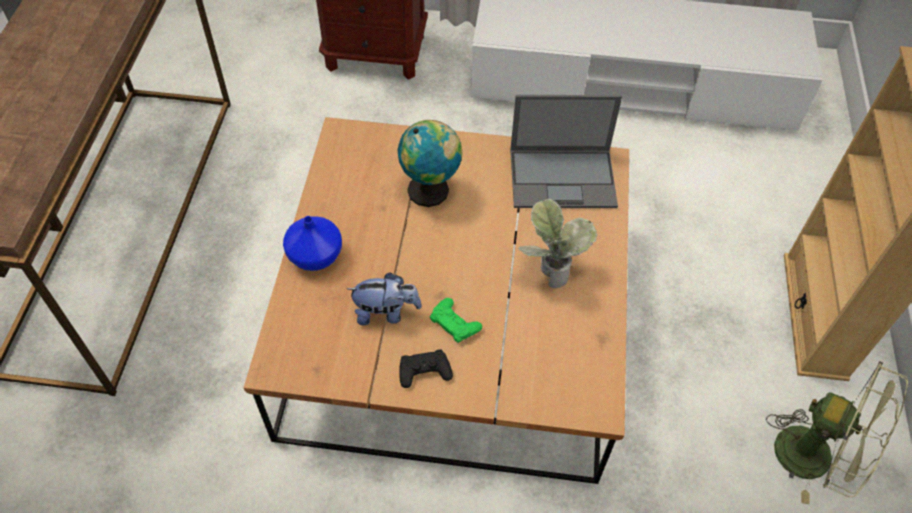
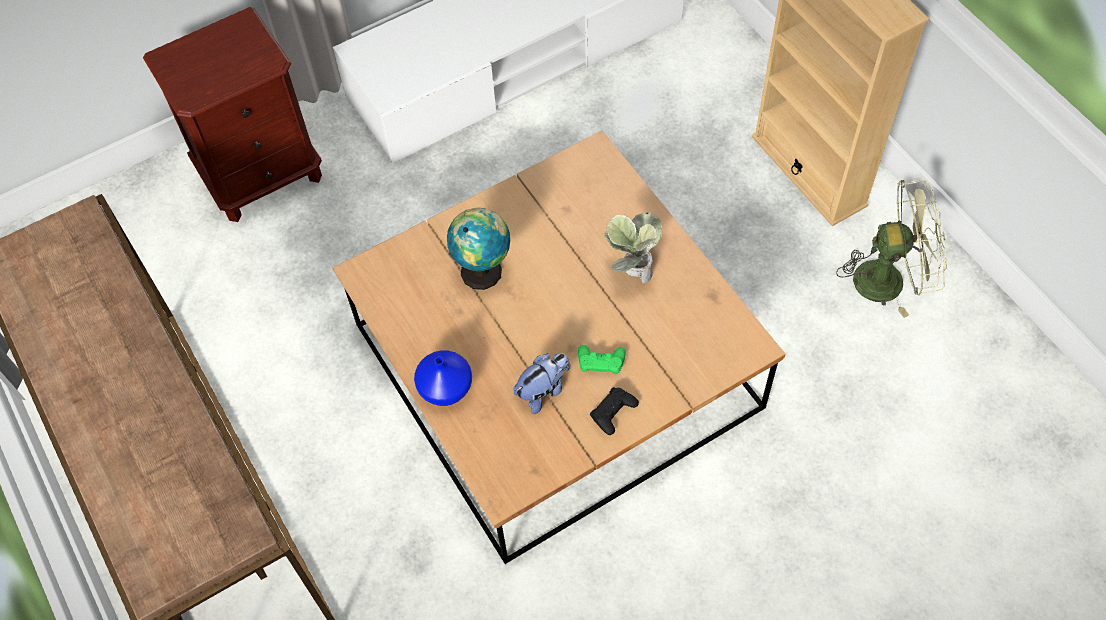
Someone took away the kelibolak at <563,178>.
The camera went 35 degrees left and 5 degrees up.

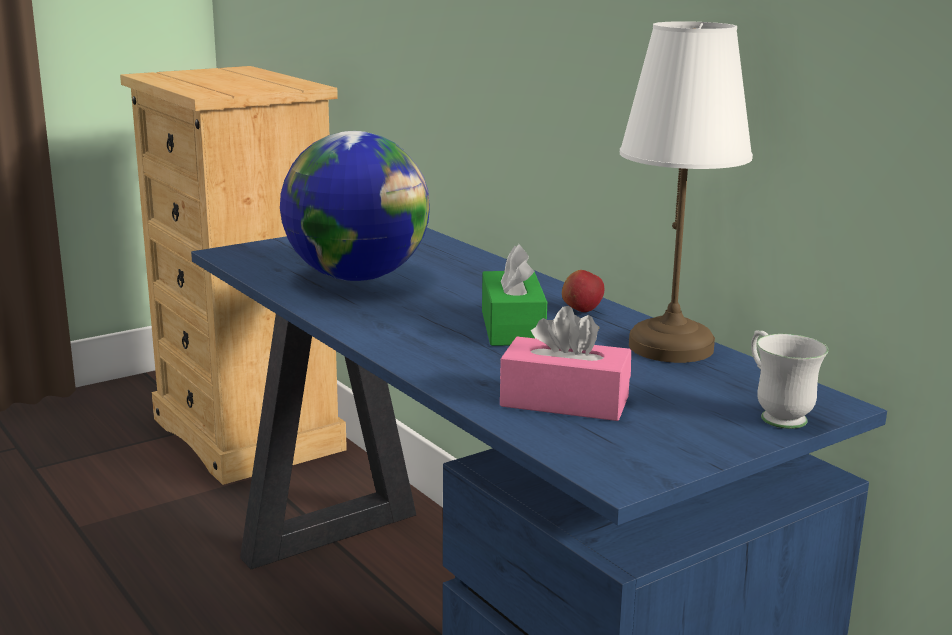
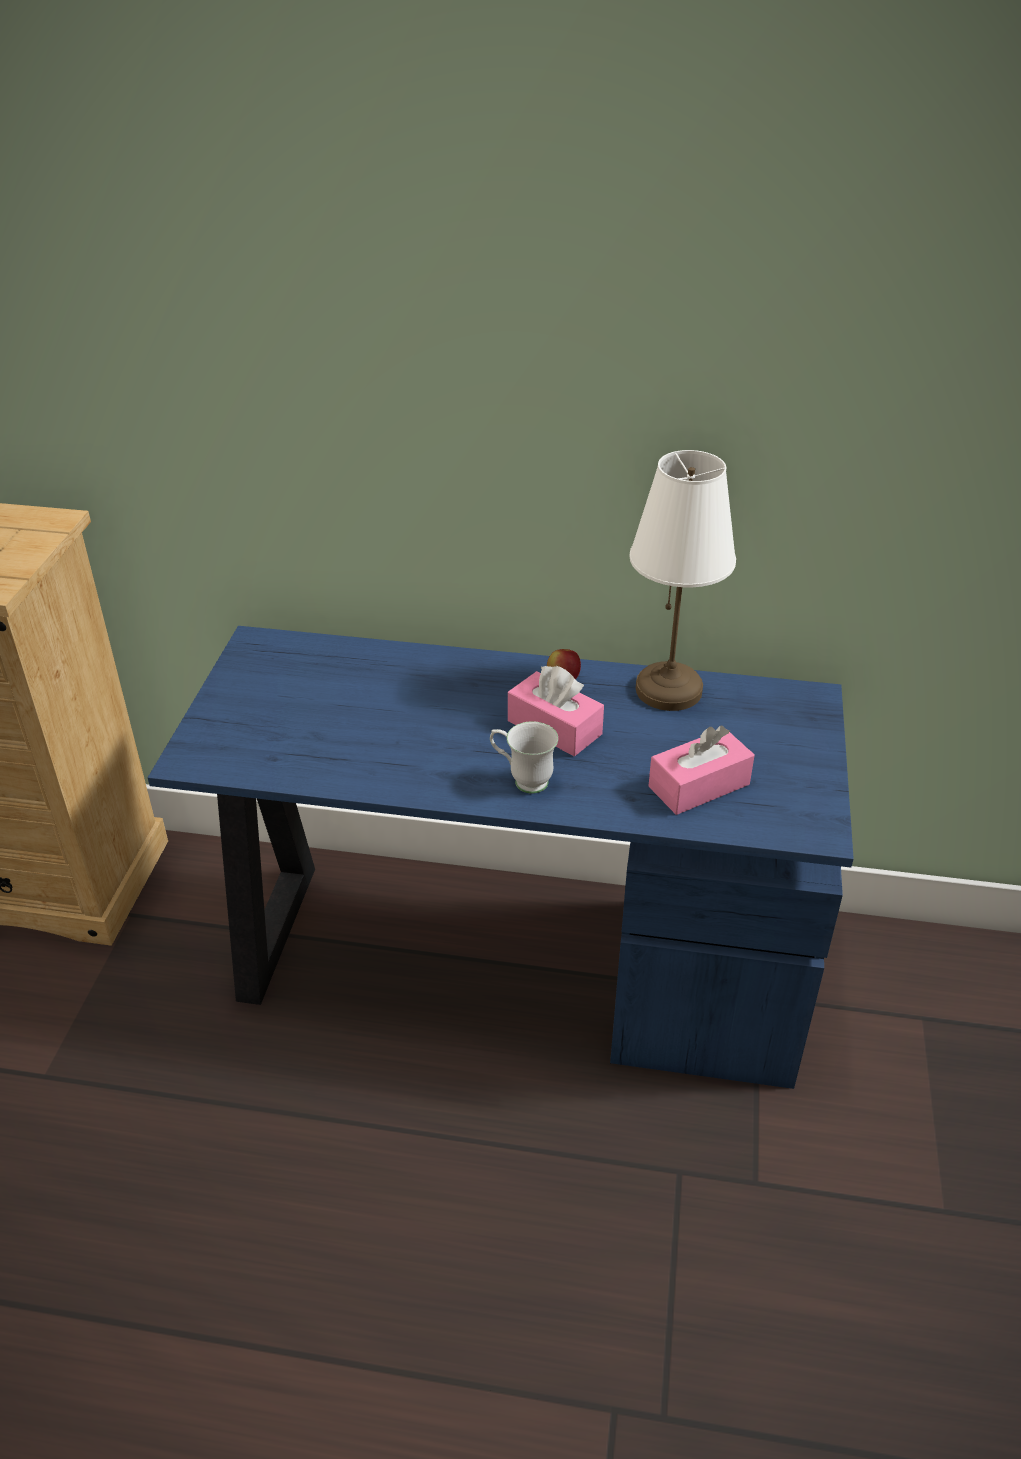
Someone took away the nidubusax at <357,277>.
Someone repainted the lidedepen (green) at <512,327>, which became the lidedepen (pink) at <554,727>.
Someone carried the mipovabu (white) from <775,414> to <522,780>.
The camera went 45 degrees left and 20 degrees up.

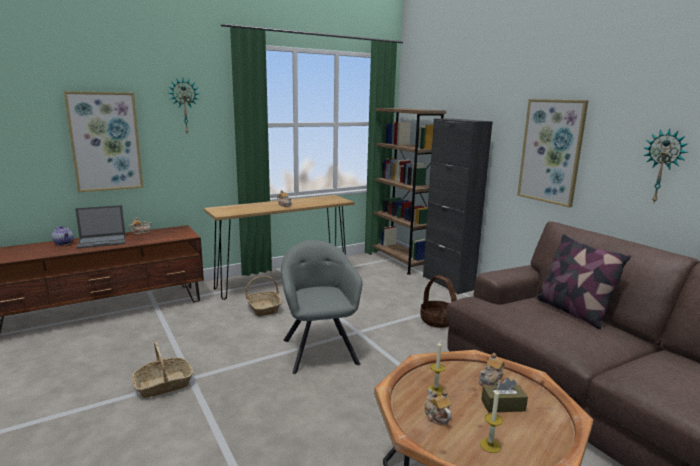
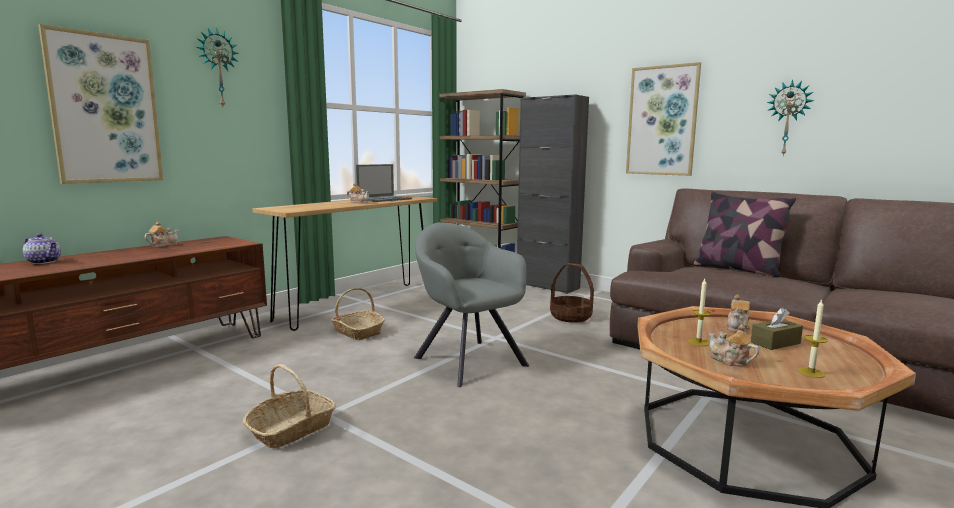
Someone carried the kelibolak from <103,241> to <385,199>.
The camera went 20 degrees left and 5 degrees down.

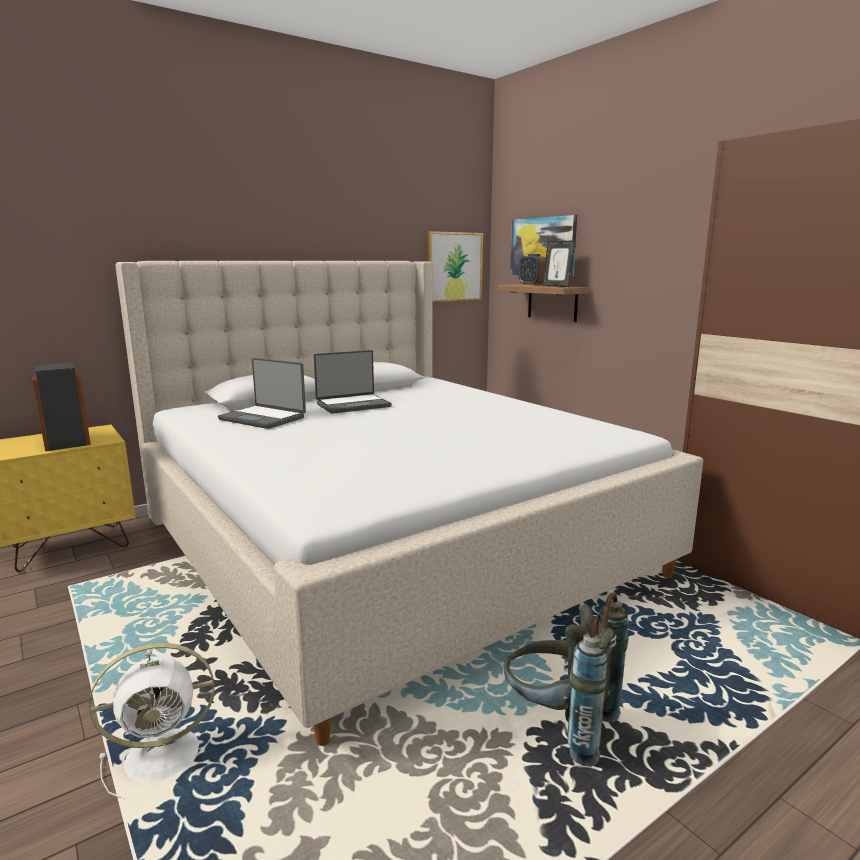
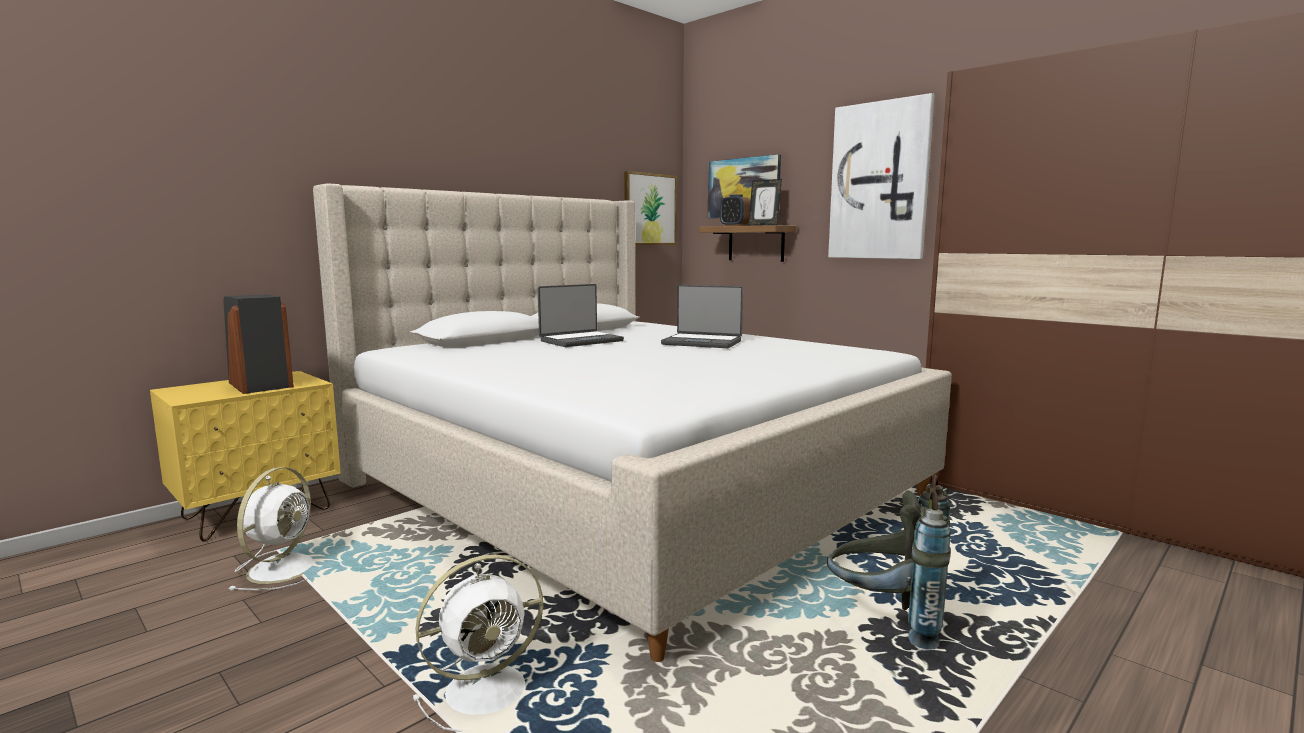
Someone carried the kelibolak from <263,418> to <702,342>.
Someone put down the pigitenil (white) at <284,567>.
Someone put up the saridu at <879,181>.
The camera went 10 degrees left and 5 degrees down.

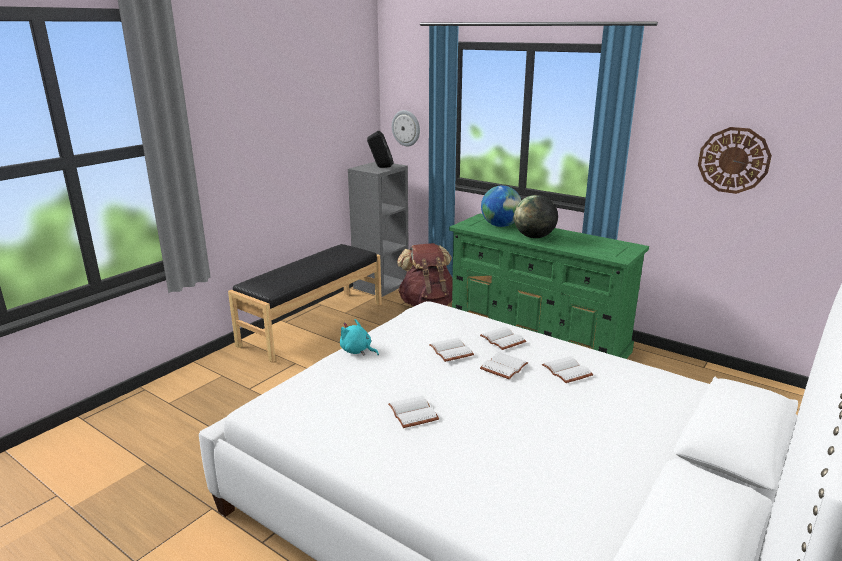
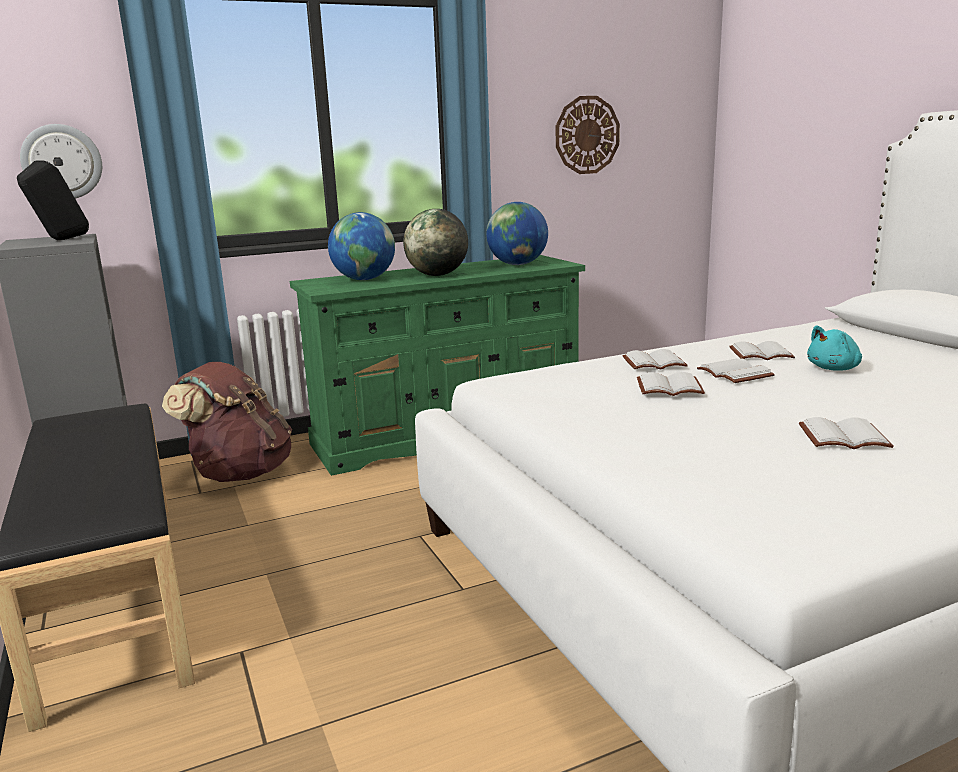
Someone carried the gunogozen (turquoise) from <357,351> to <835,369>.
Someone put down the nidubusax at <517,264>.
The camera went 60 degrees left and 5 degrees down.

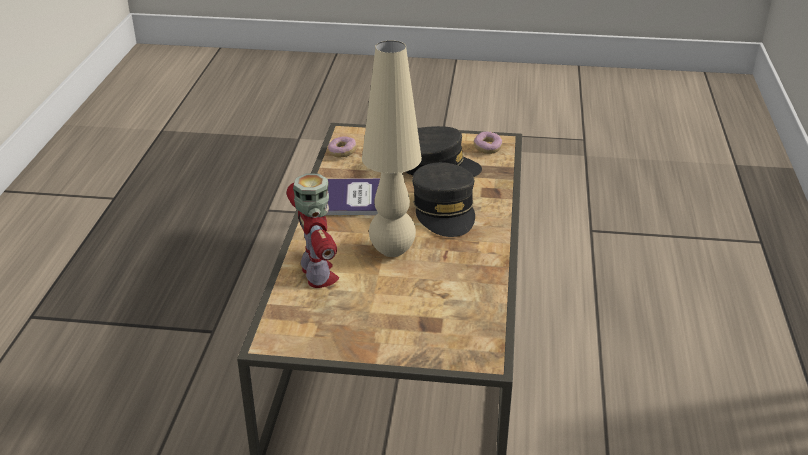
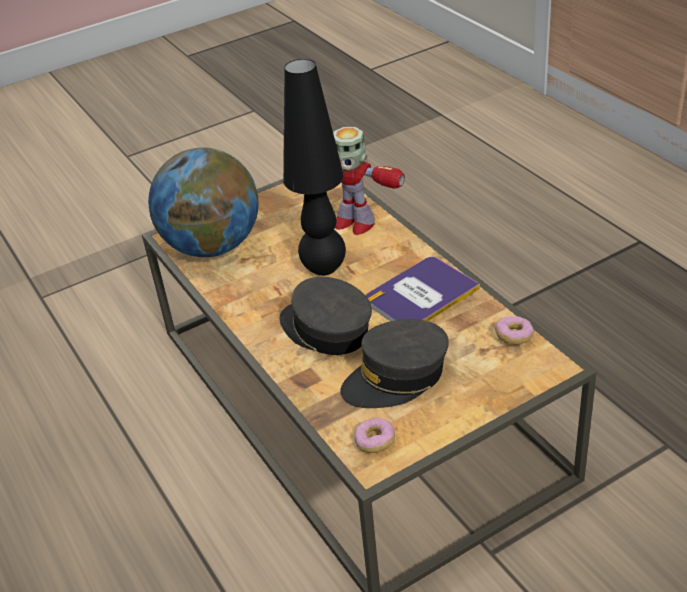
Someone repainted the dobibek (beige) at <392,251>, which became the dobibek (black) at <324,269>.
Someone put down the nidubusax at <212,246>.
The camera went 145 degrees right and 5 degrees up.

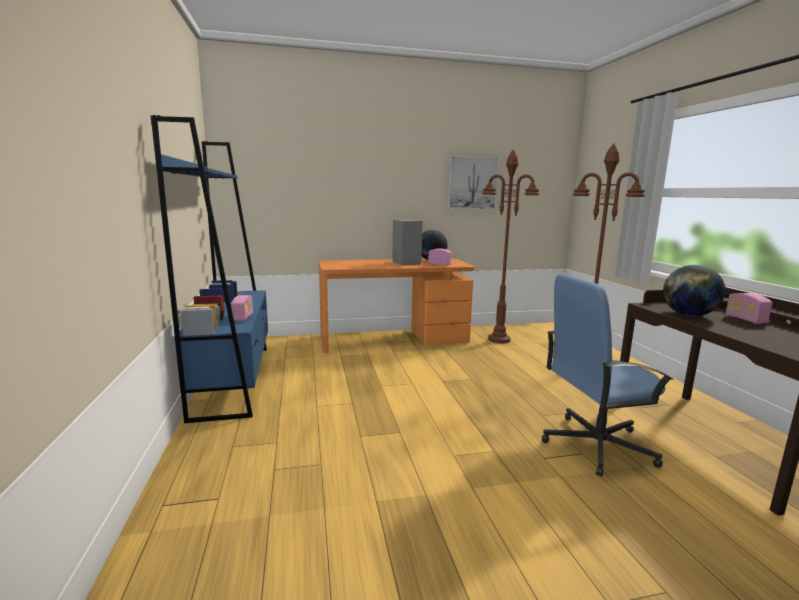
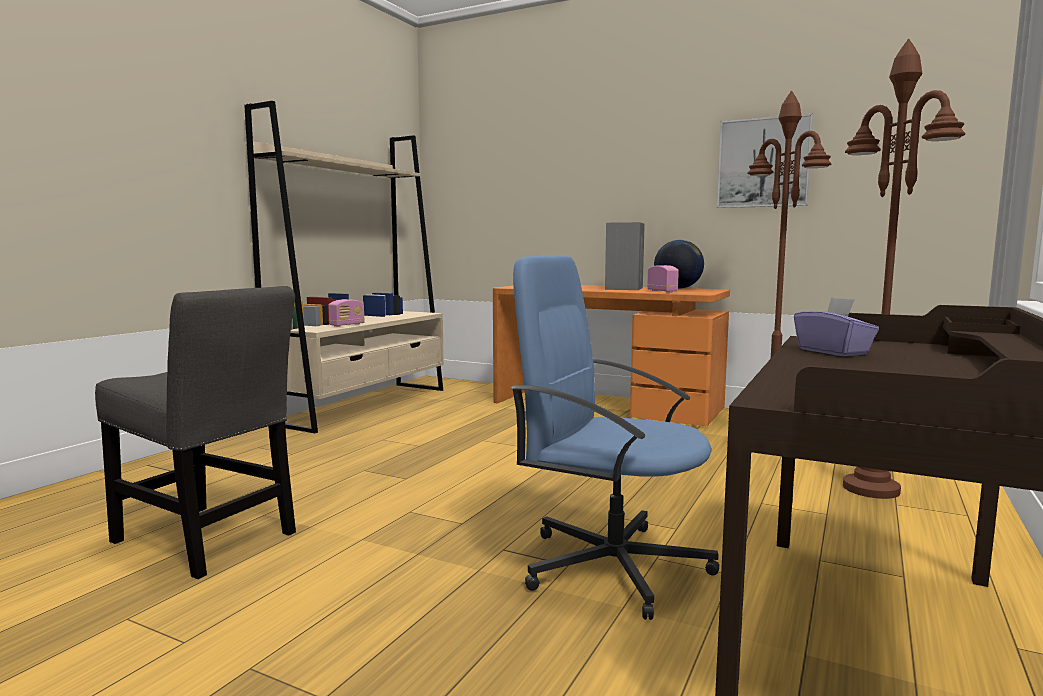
Someone repainted the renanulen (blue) at <233,379>, which became the renanulen (beige) at <363,405>.
Someone swapped the nidubusax at <688,315> for the lidedepen (purple) at <833,351>.
Someone took away the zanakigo at <745,319>.
Someone put down the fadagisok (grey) at <208,540>.
The camera went 40 degrees right and 5 degrees down.

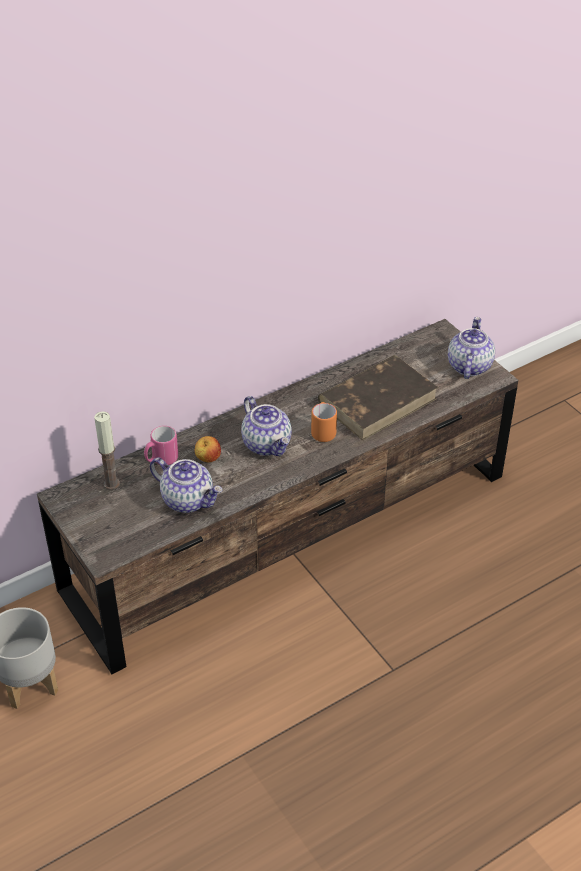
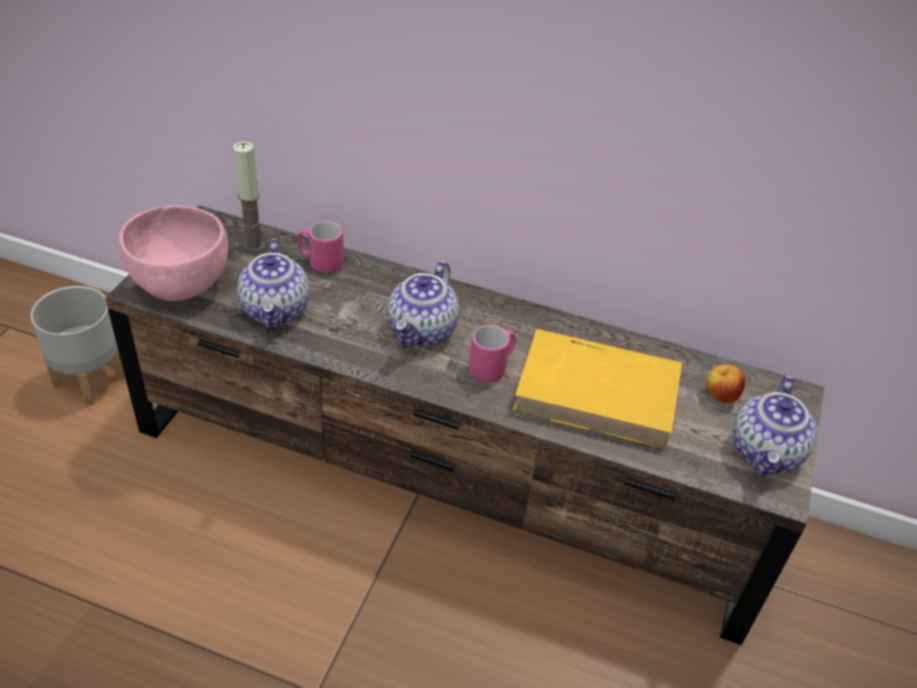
Someone carried the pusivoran from <208,459> to <720,396>.
Someone repainted the mipovabu (orange) at <323,431>, which became the mipovabu (pink) at <492,368>.
Someone repainted the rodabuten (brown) at <378,400>, which became the rodabuten (yellow) at <599,393>.
Someone rotated the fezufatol at <468,366> by 135 degrees clockwise.
Someone put down the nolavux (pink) at <180,286>.
The camera went 50 degrees right and 0 degrees up.

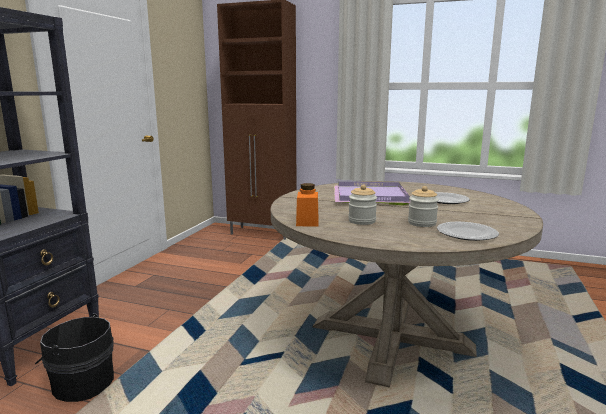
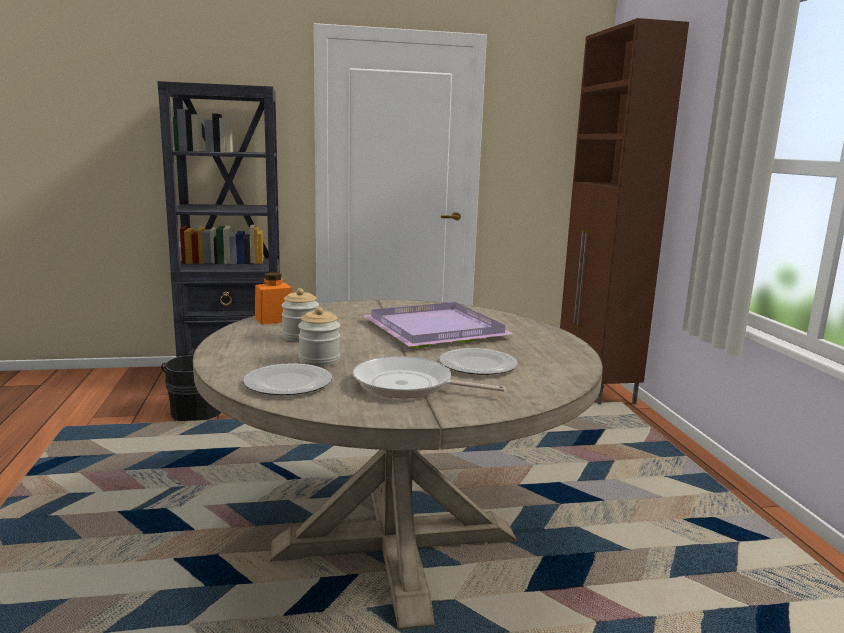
Someone put down the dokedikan at <408,385>.
The camera went 60 degrees right and 0 degrees up.

